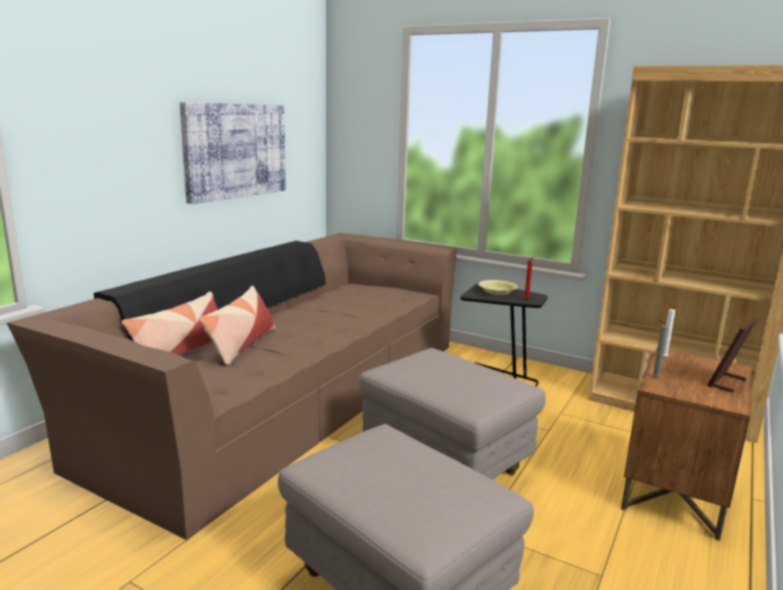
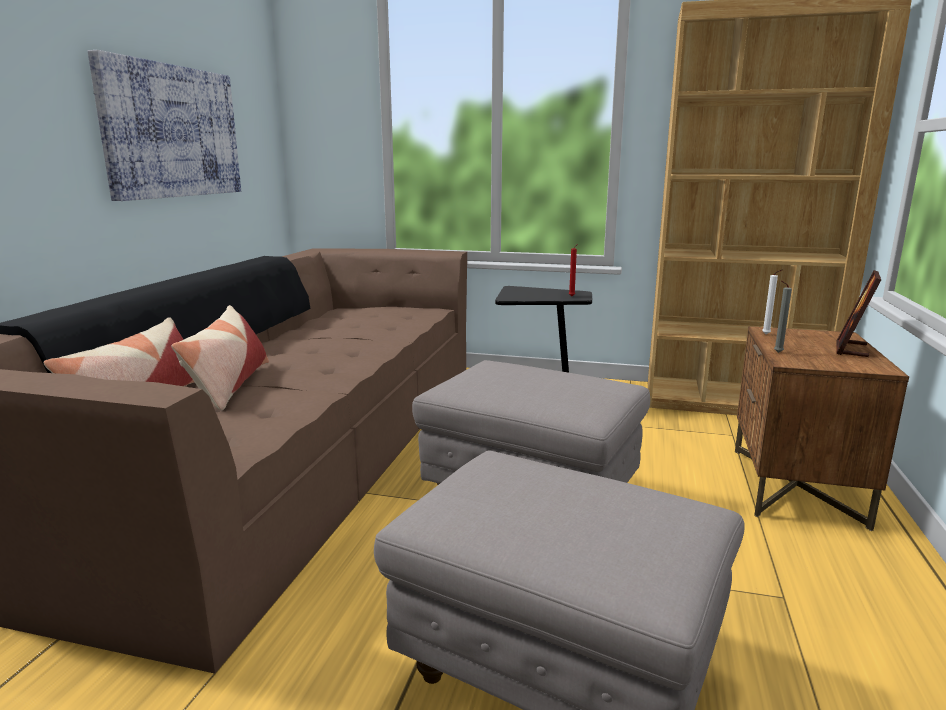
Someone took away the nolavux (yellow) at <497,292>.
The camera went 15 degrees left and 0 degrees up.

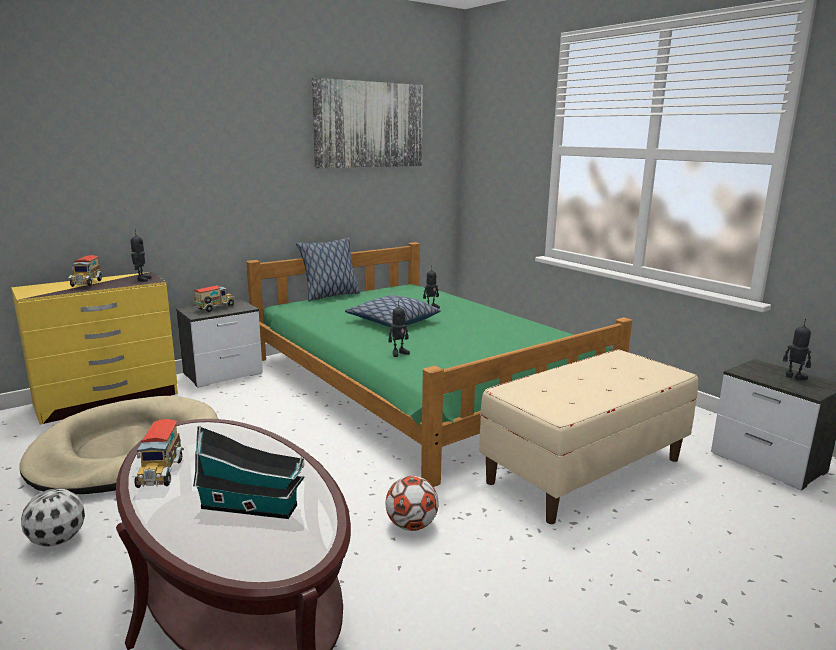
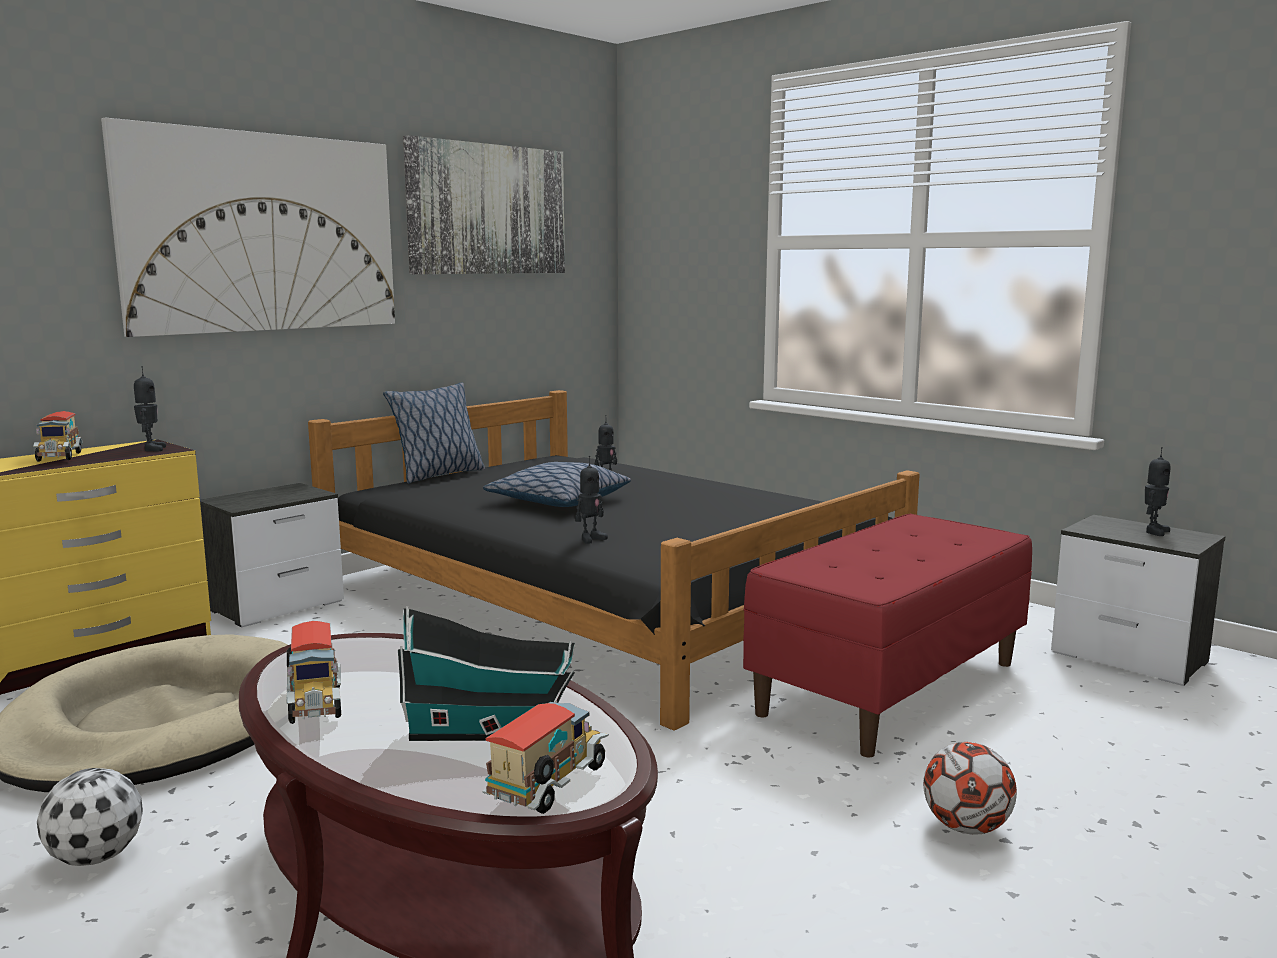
Someone carried the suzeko from <215,308> to <549,788>.
Someone repainted the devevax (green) at <421,384>, which became the devevax (black) at <604,597>.
Someone carried the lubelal from <411,525> to <966,827>.
Someone repainted the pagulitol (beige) at <585,470>, which became the pagulitol (red) at <889,687>.
Someone rotated the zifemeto at <793,377> by 90 degrees clockwise.
Someone put up the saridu at <263,233>.
The camera went 10 degrees left and 5 degrees down.

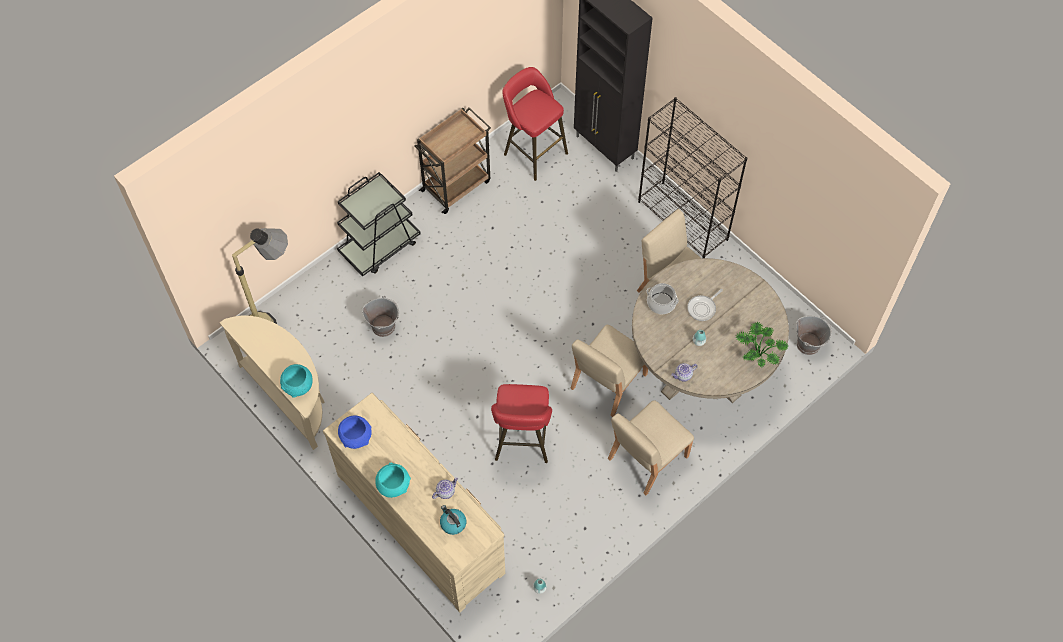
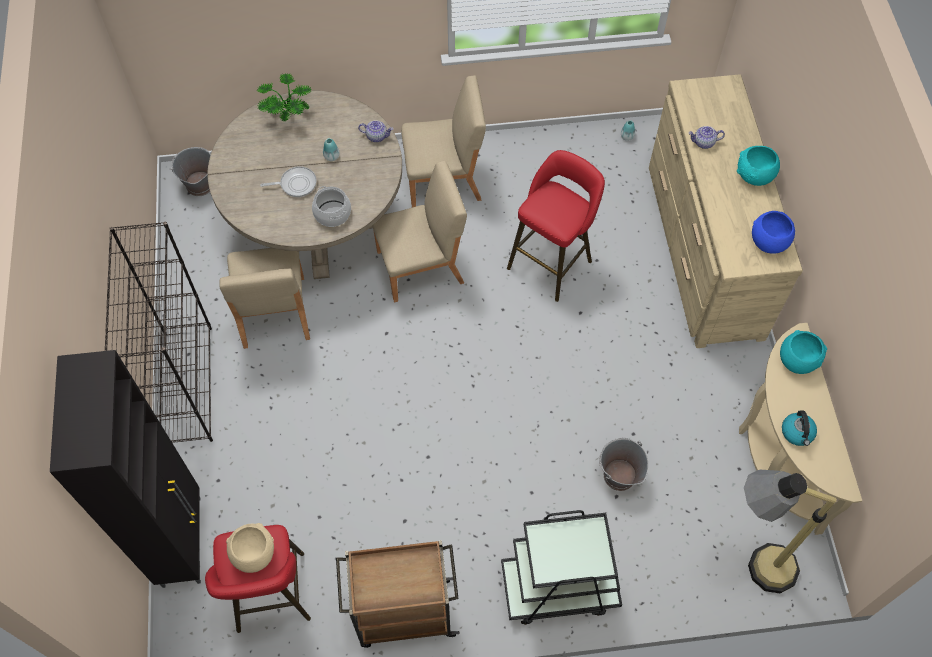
Someone carried the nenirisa from <452,523> to <797,433>.
Someone put down the nolavux (beige) at <253,553>.
The camera went 145 degrees left and 0 degrees up.

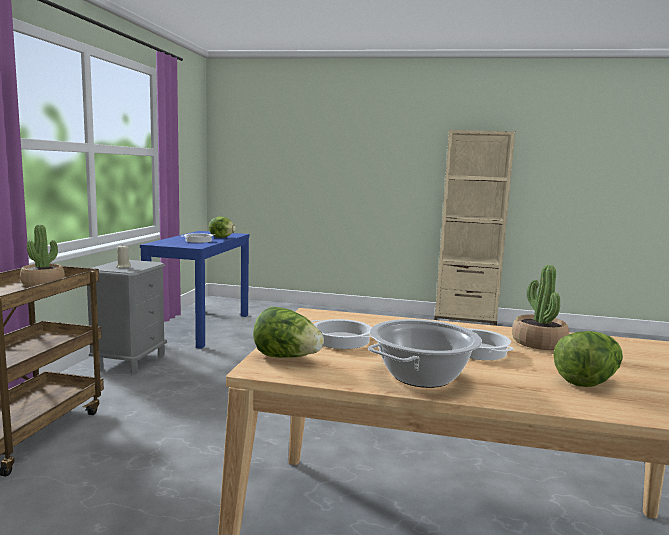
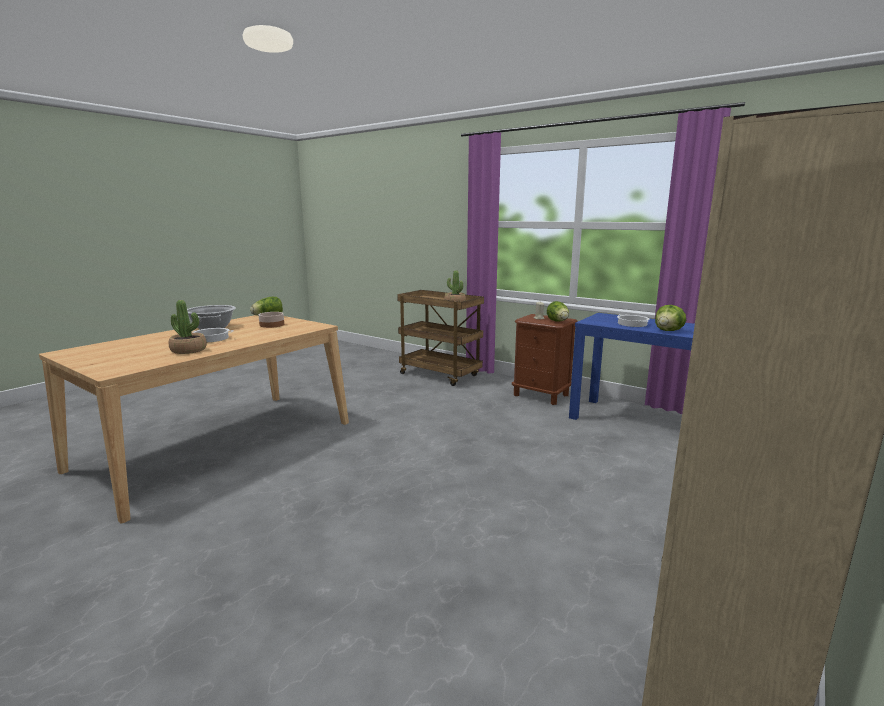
Someone repainted the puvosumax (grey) at <131,361>, which became the puvosumax (brown) at <541,395>.
Someone swapped the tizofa at <340,340> for the nolavux at <272,325>.
Someone carried the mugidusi from <588,381> to <558,322>.
The camera went 115 degrees right and 5 degrees up.

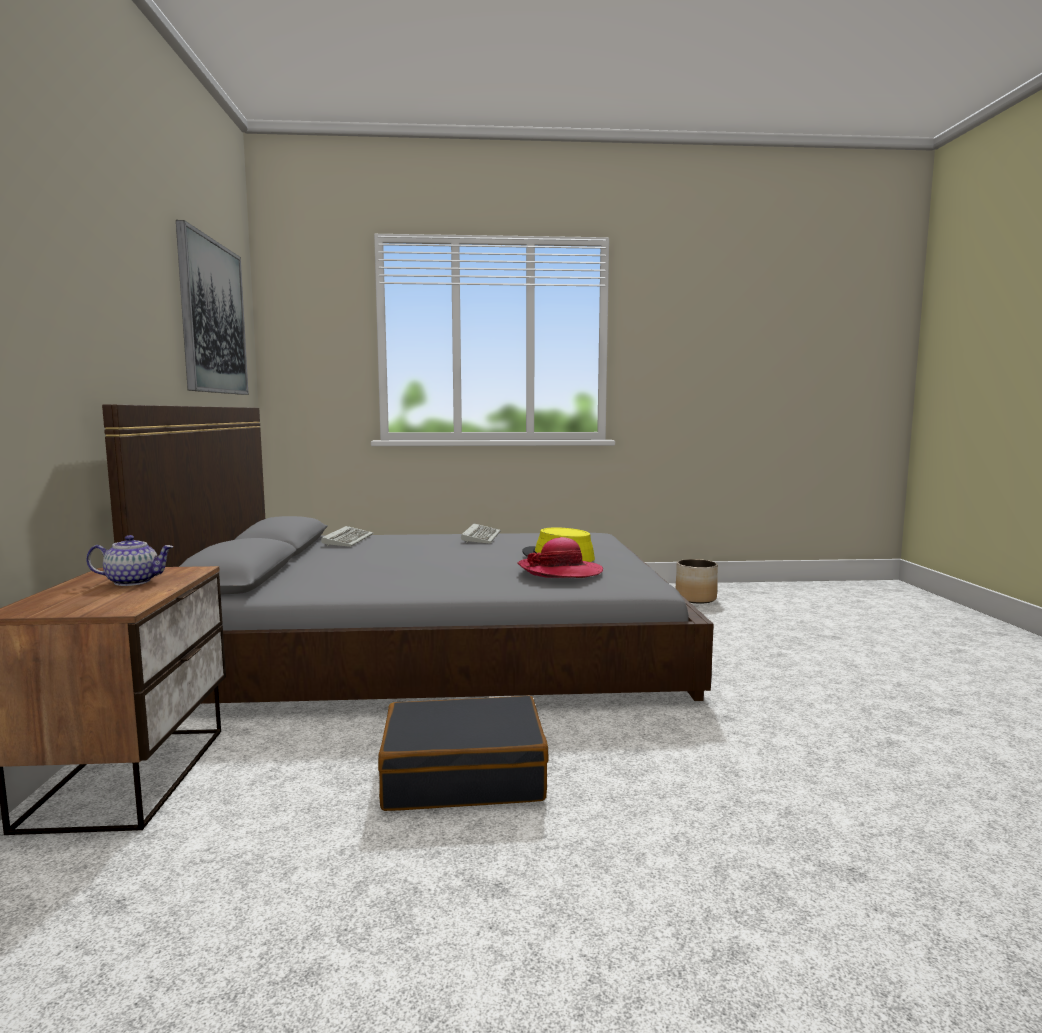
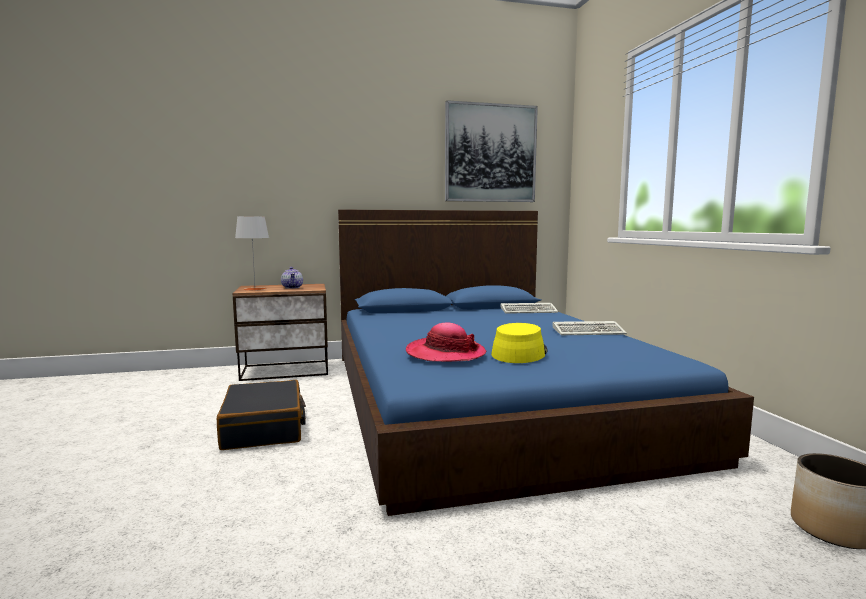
Someone repainted the devevax (grey) at <437,643>, which became the devevax (blue) at <486,398>.
Someone put down the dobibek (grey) at <255,289>.
The camera went 80 degrees right and 0 degrees up.

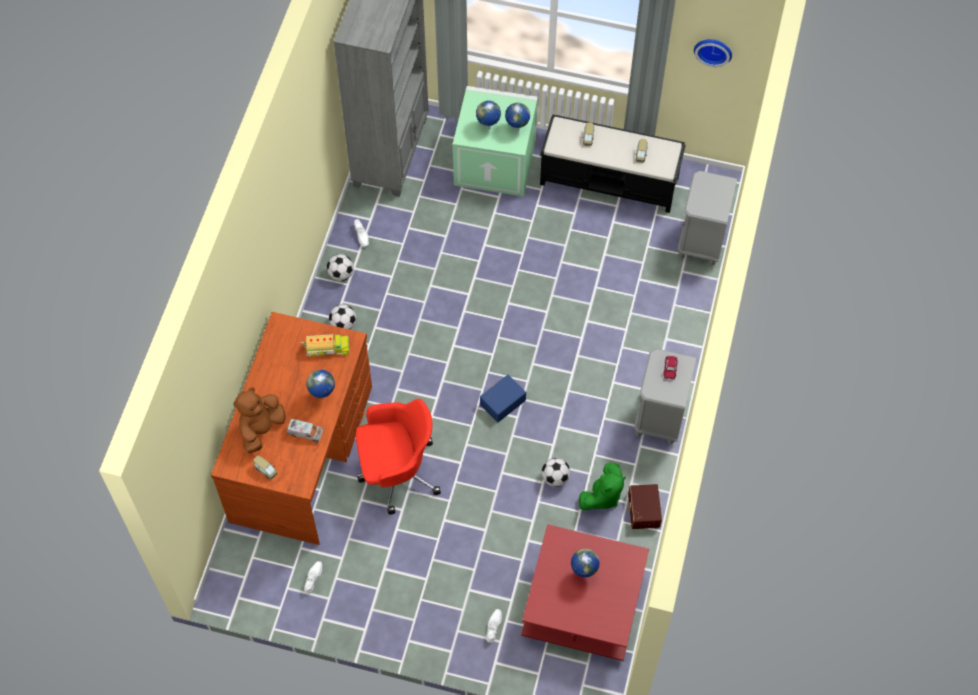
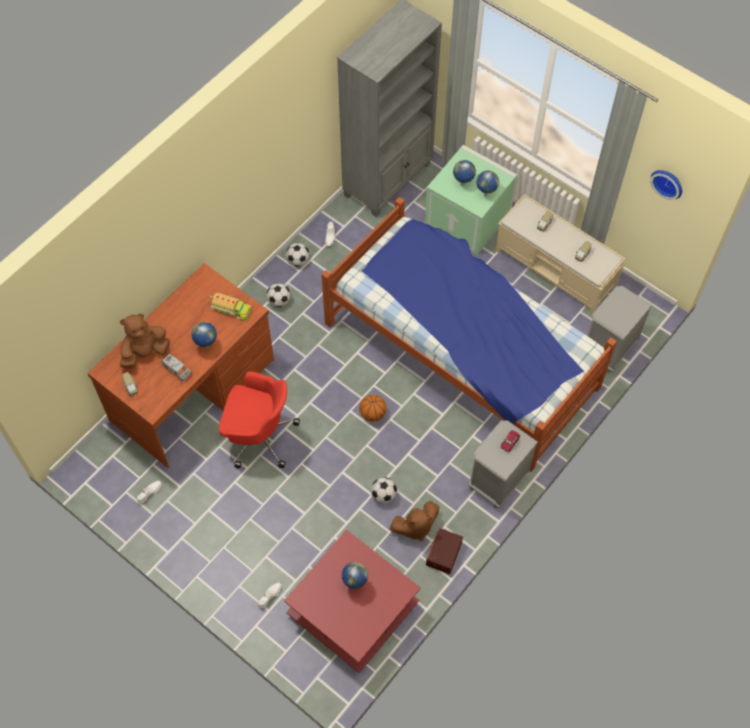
Someone swapped the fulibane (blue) at <502,401> for the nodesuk at <372,414>.
Someone repainted the pagulitol (black) at <610,180>, which became the pagulitol (beige) at <556,269>.
Someone repainted the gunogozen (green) at <602,496>, which became the gunogozen (brown) at <415,527>.
Someone put down the devevax at <461,354>.
The camera went 25 degrees right and 0 degrees up.

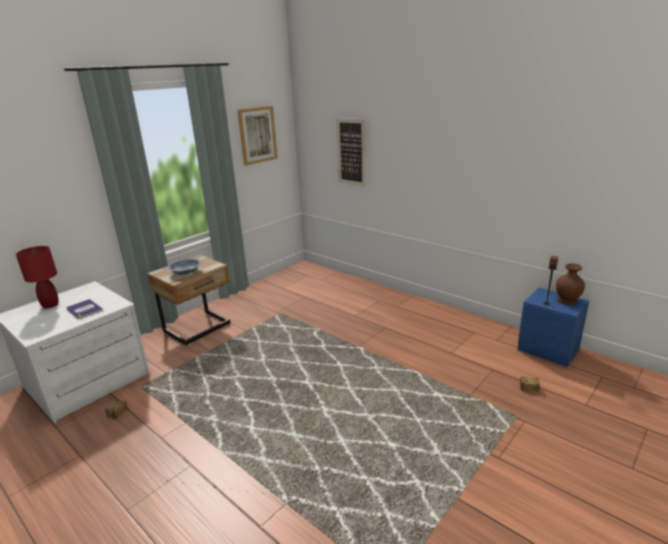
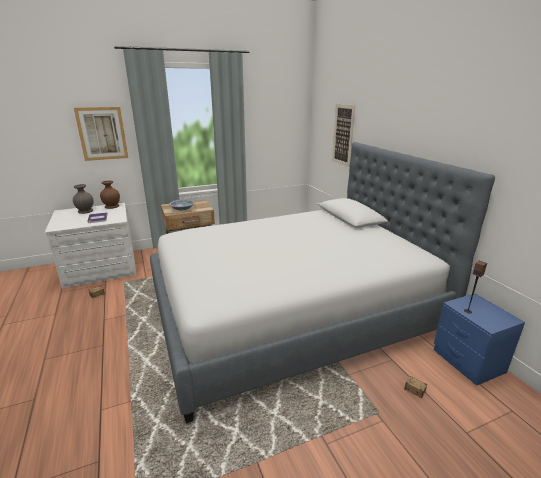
Someone swapped the dobibek (red) at <50,305> for the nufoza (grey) at <85,211>.
Someone carried the saridu from <258,135> to <102,133>.
Someone carried the nufoza (brown) from <567,300> to <112,206>.
Someone put down the devevax at <292,313>.
The camera went 25 degrees right and 0 degrees up.

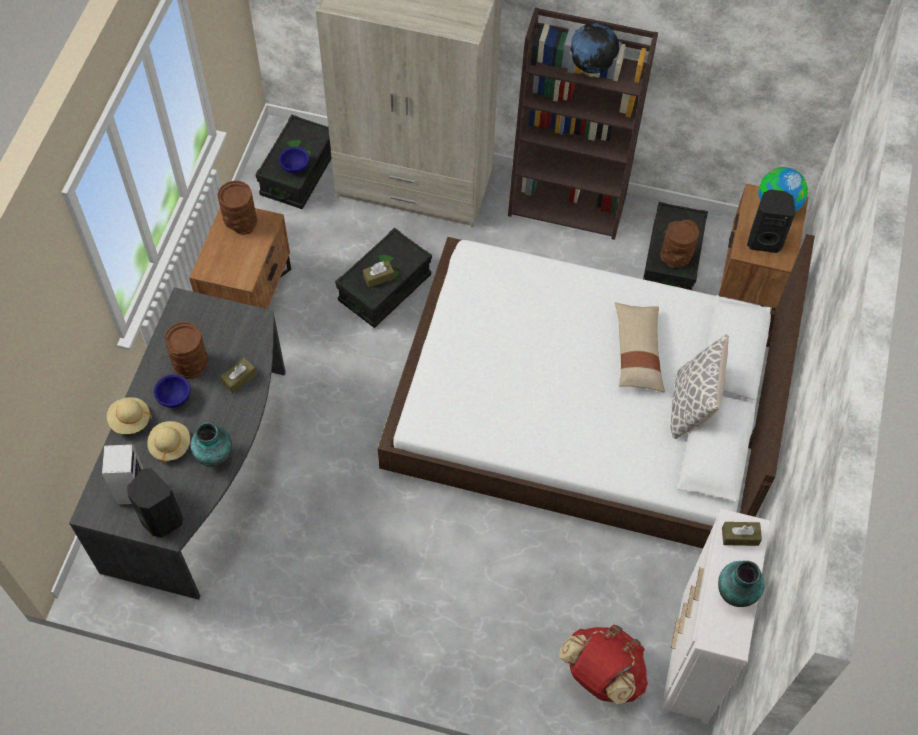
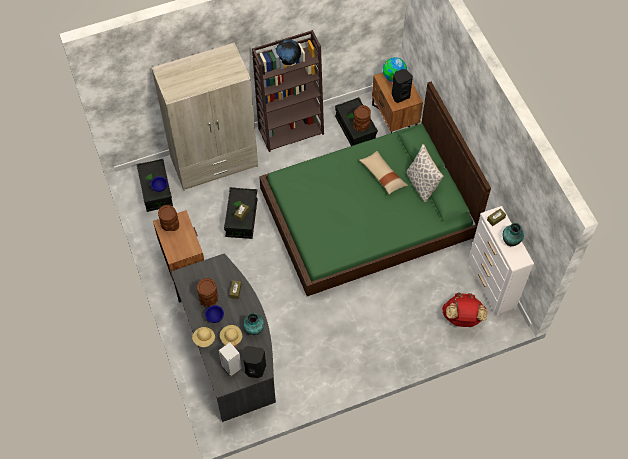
Someone repainted the devevax (white) at <583,404>, which became the devevax (green) at <368,214>.
The camera went 35 degrees left and 0 degrees up.

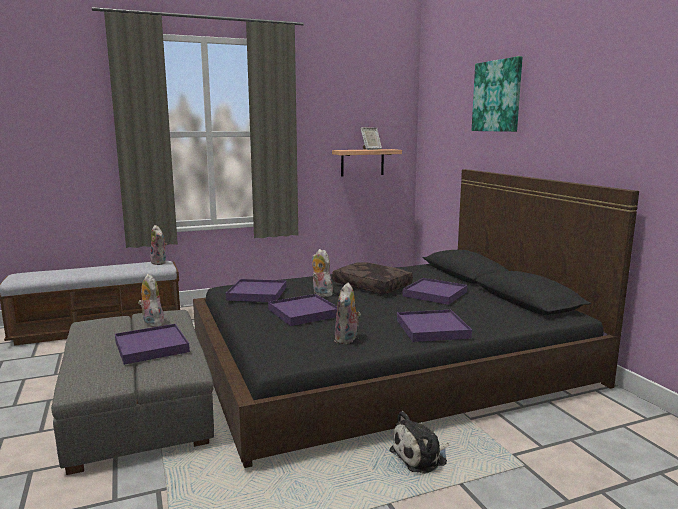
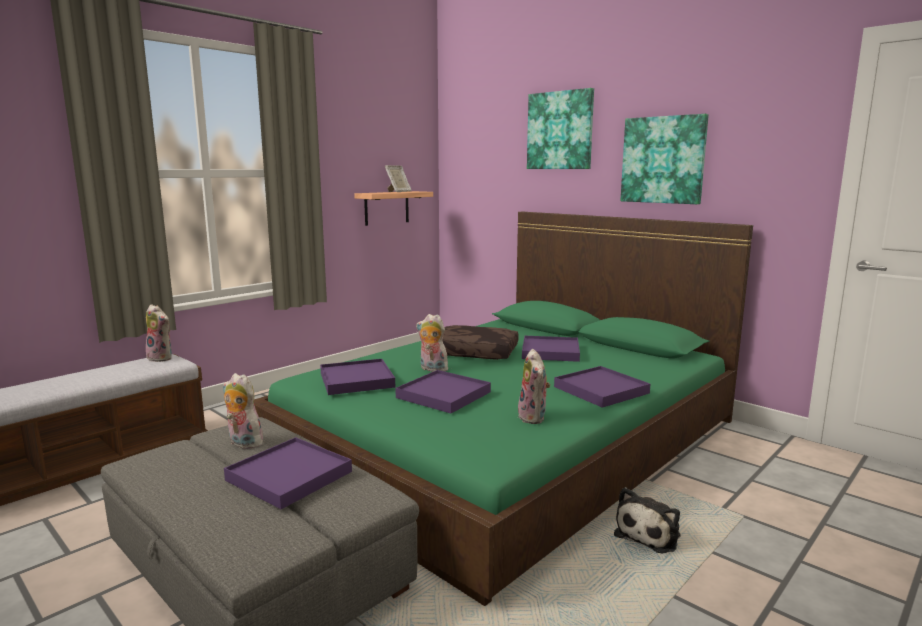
Someone repainted the devevax (black) at <387,363>, which became the devevax (green) at <511,439>.
Someone put up the saridu at <663,160>.
The camera went 25 degrees left and 0 degrees up.

